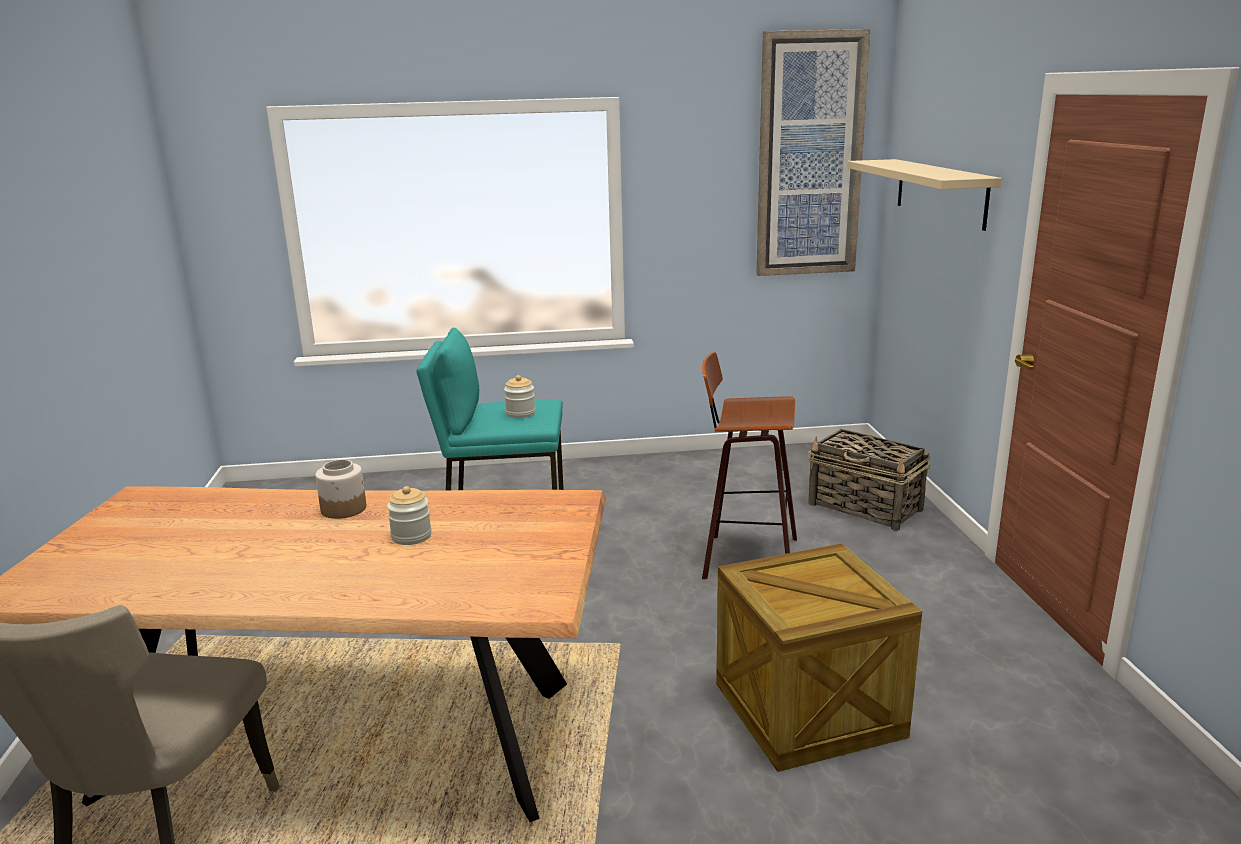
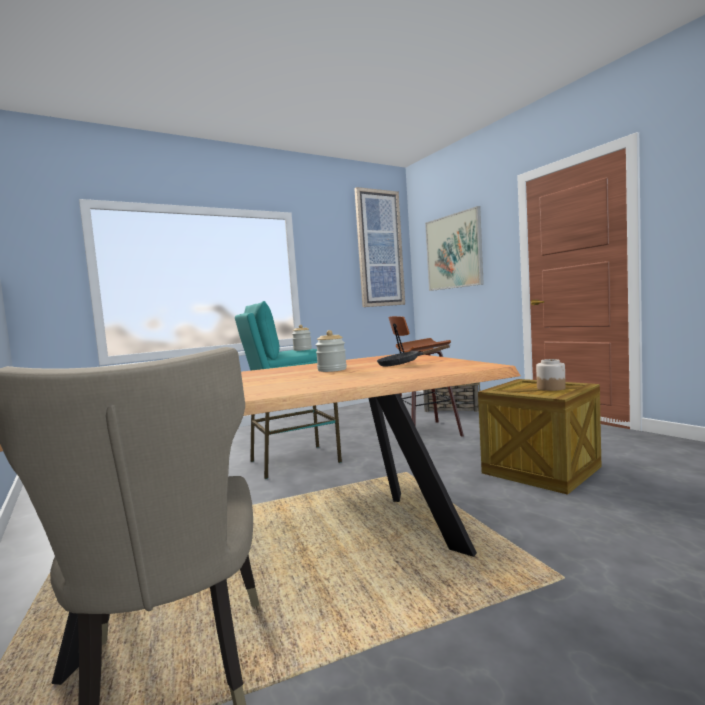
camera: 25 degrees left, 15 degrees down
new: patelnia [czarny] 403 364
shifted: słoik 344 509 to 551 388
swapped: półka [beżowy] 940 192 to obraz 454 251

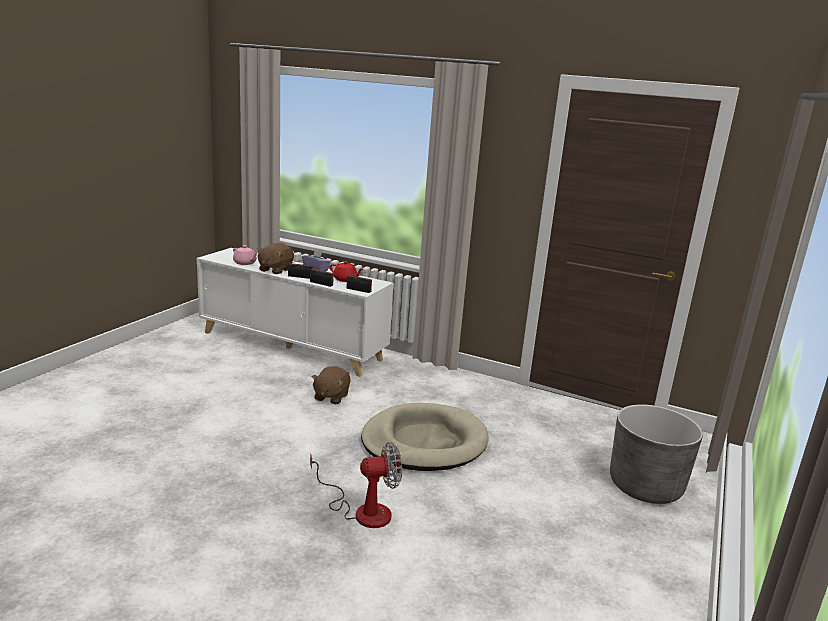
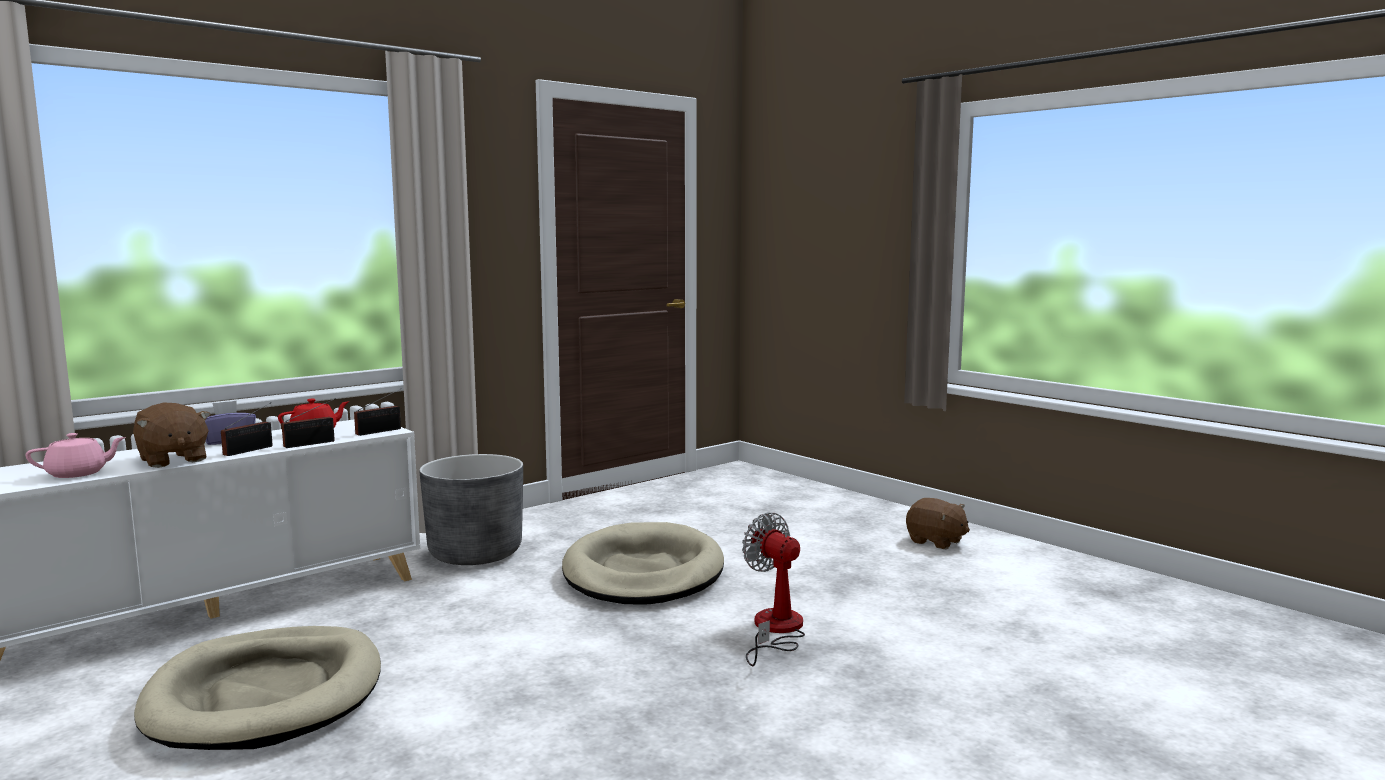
camera: 65 degrees left, 10 degrees down
new: legowisko [beżowy] 267 695
shifted: pluszak [brązowy] 331 397 to 936 542; donica [szary] 645 486 to 475 553
rotated: wentylator 362 510 = 775 630 45 degrees counterclockwise

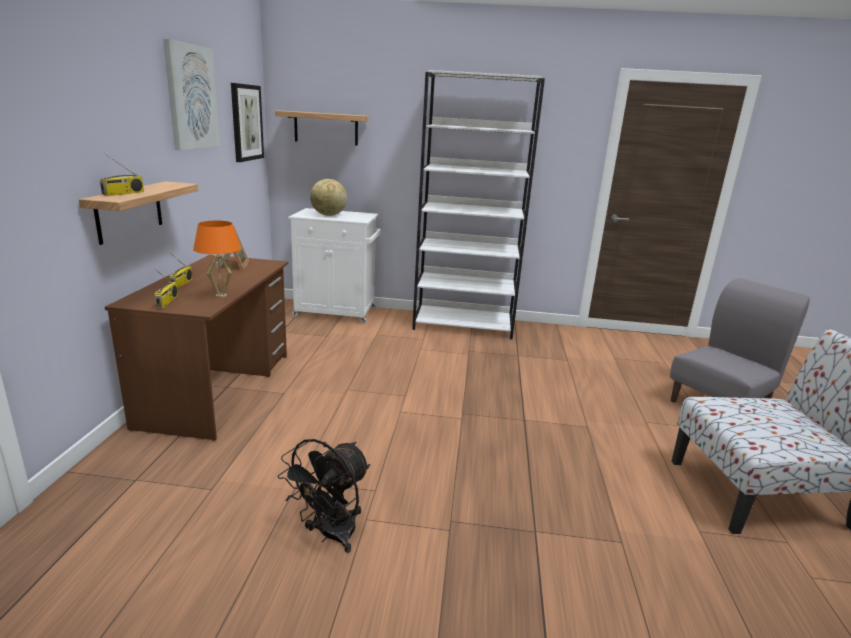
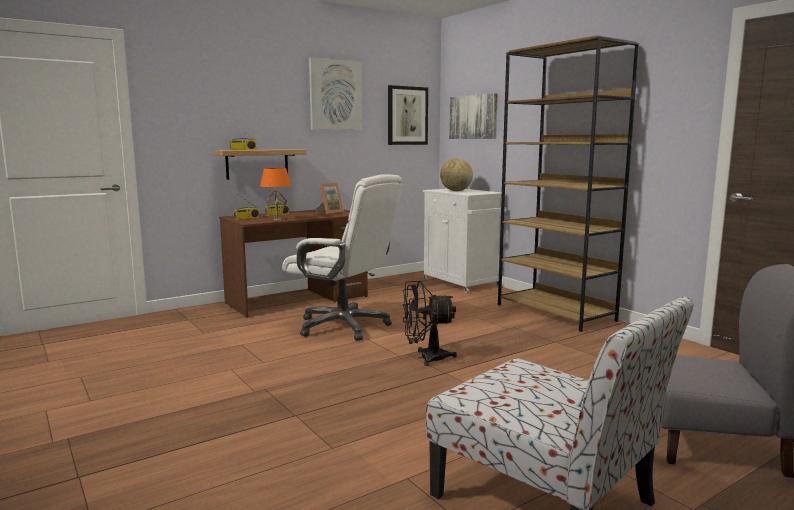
camera: 50 degrees right, 10 degrees down
new: krzesło biurowe [biały] 344 326
shifted: wentylator [czarny] 330 535 to 426 358
swapped: półka 326 128 to obraz 473 117
repainted: regał [biały] 464 325 to regał [brązowy] 556 313

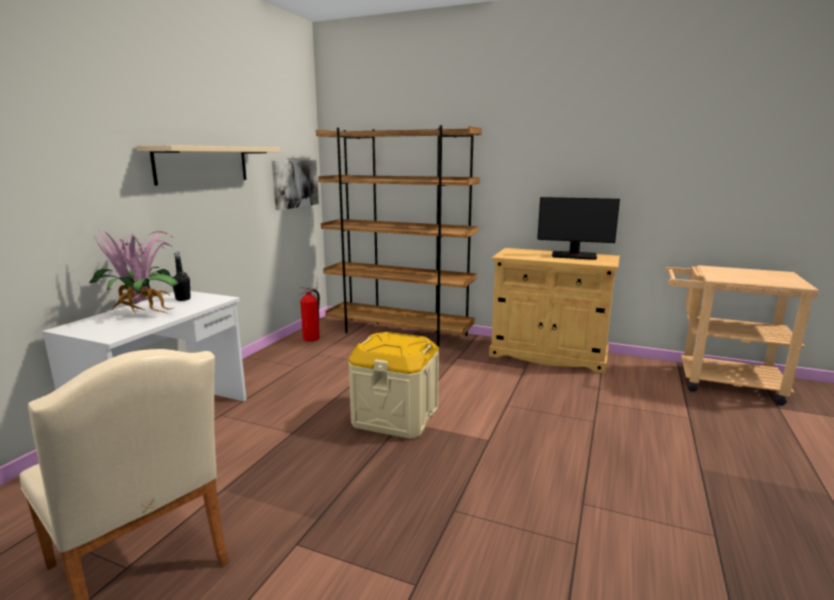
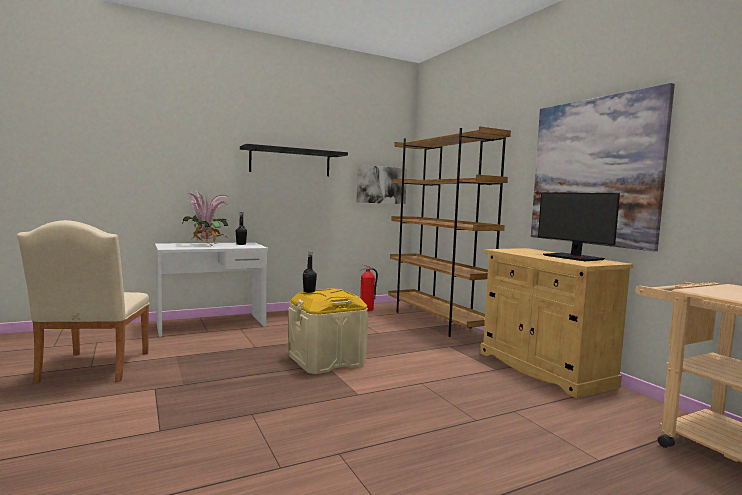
camera: 40 degrees right, 10 degrees down
new: butelka [czarny] 309 291; obraz 593 171
repainted: półka [beżowy] 202 164 to półka [czarny] 290 162

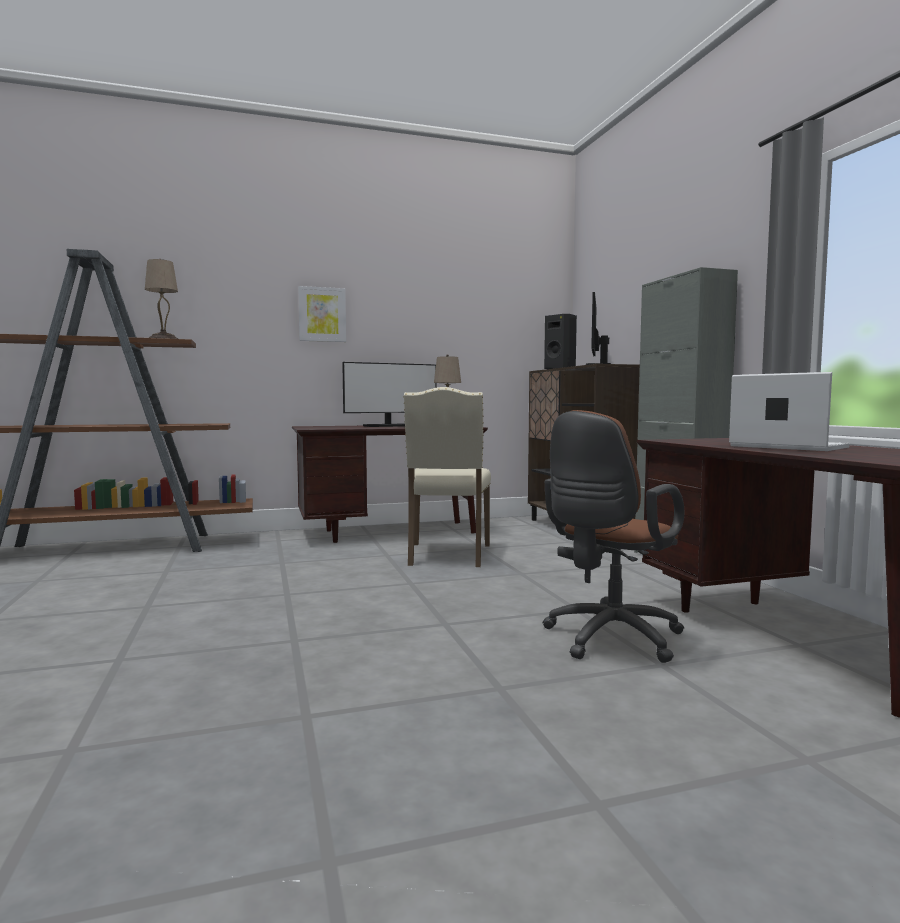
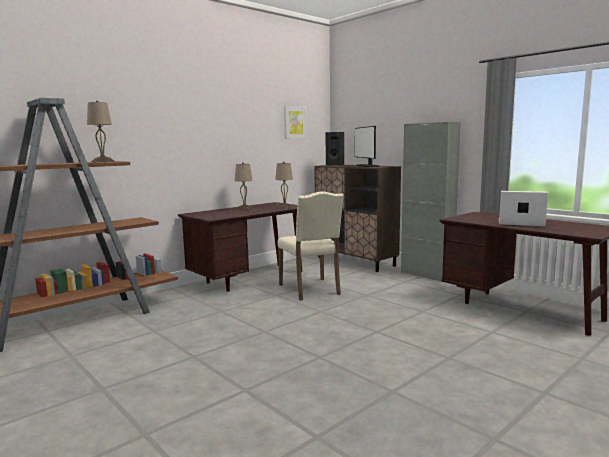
camera: 25 degrees left, 5 degrees up
gone: krzesło biurowe [brązowy] 608 639
shifted: obraz 322 314 to 294 122
swapped: monitor 389 426 to lampa stołowa [beżowy] 244 209

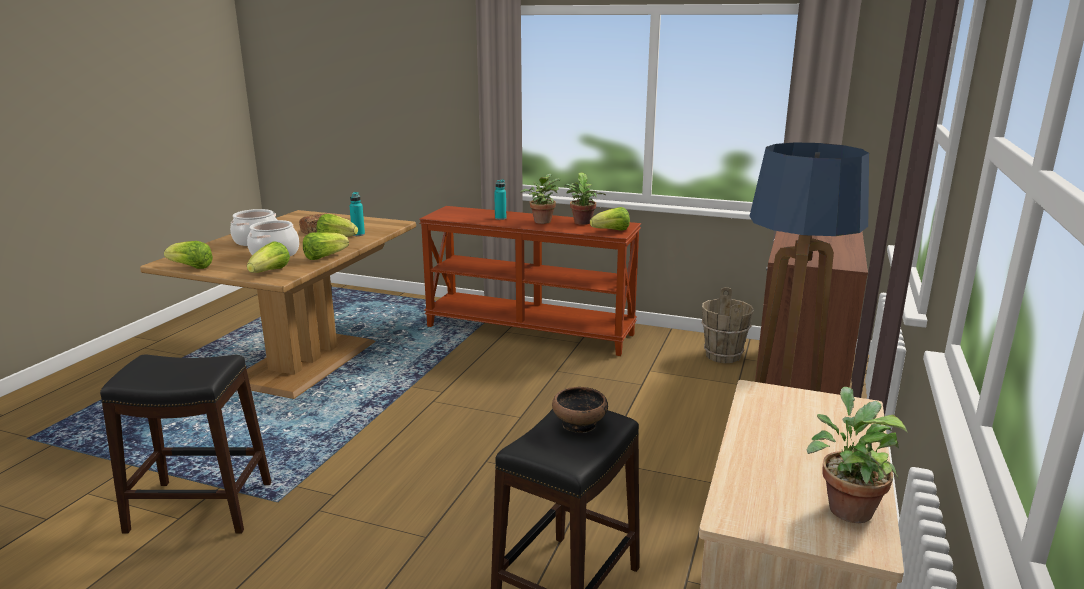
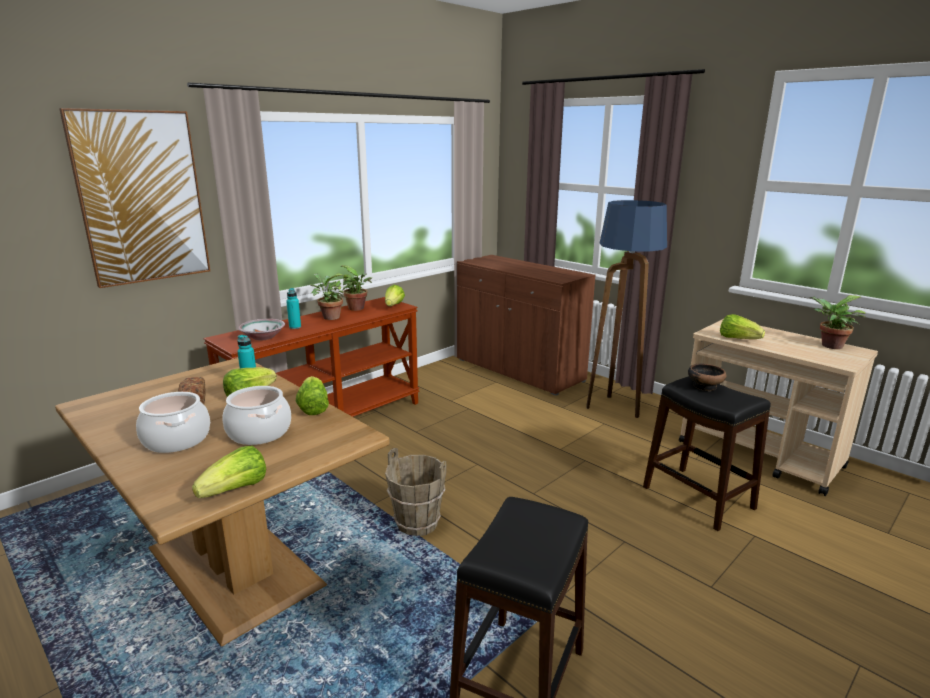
camera: 65 degrees left, 0 degrees up
new: obraz 141 198; miska 262 337
shifted: sałata 270 272 to 738 339; wiadro [brązowy] 722 356 to 417 524

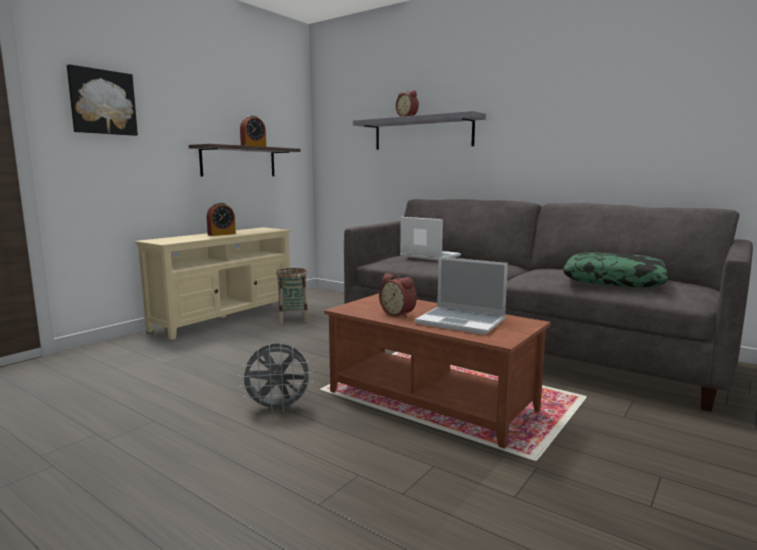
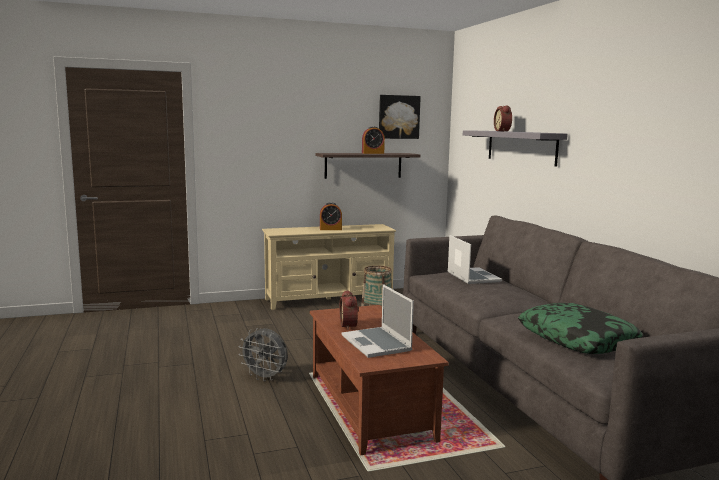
camera: 35 degrees right, 0 degrees up
shifted: obraz 102 102 to 398 117

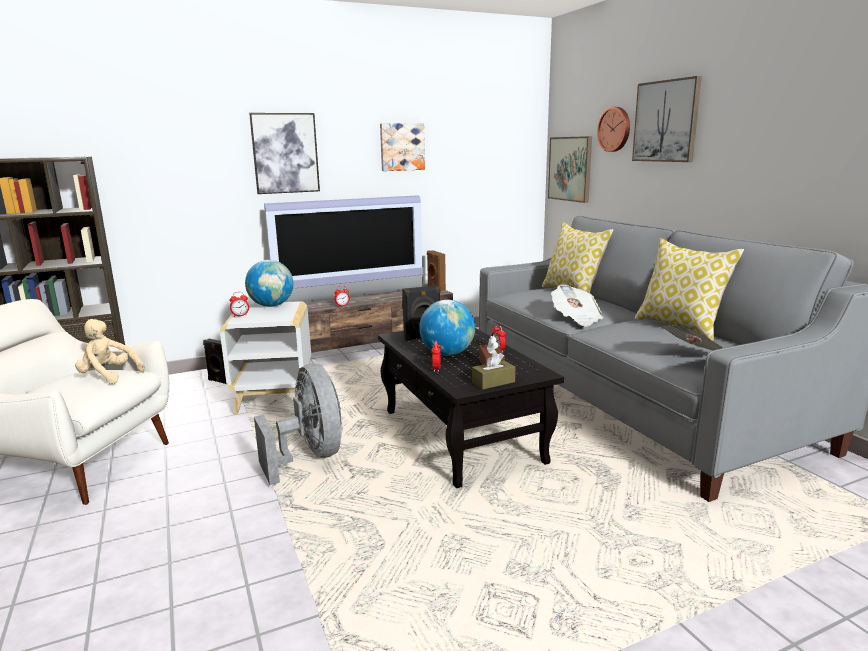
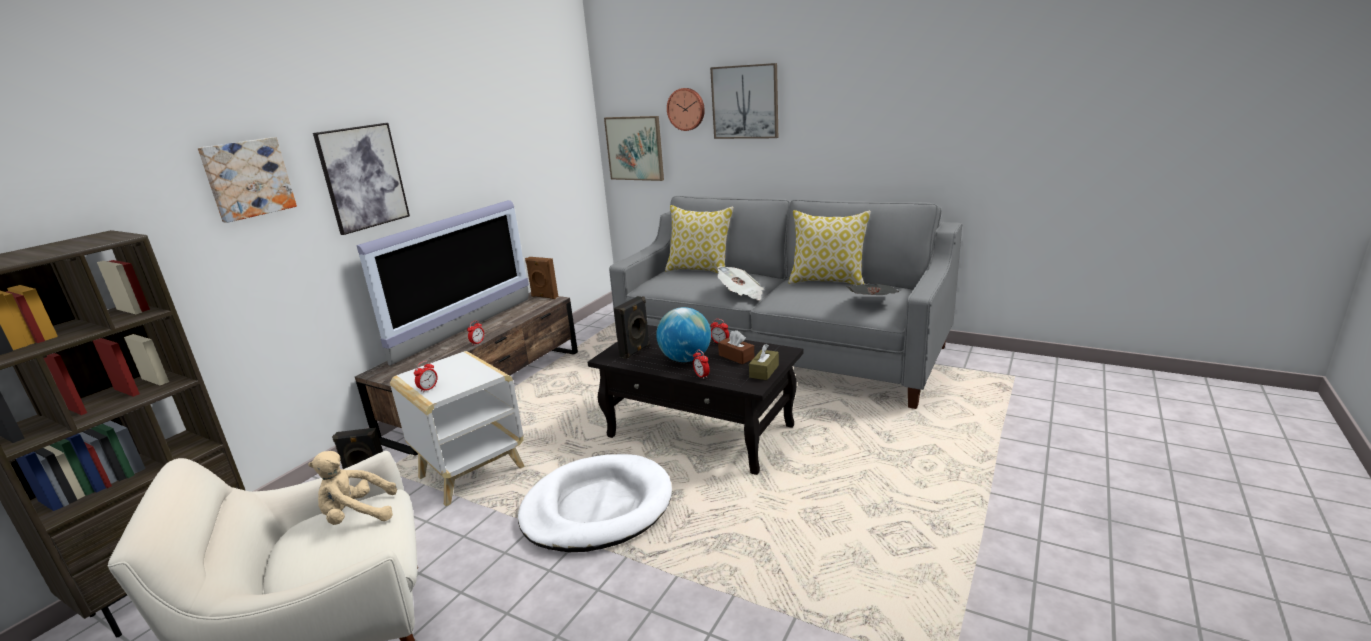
camera: 35 degrees left, 5 degrees up
gone: globus 271 306
shifted: obraz 401 147 to 247 178
swapped: wentylator [szary] 310 457 to legowisko [biały] 597 508

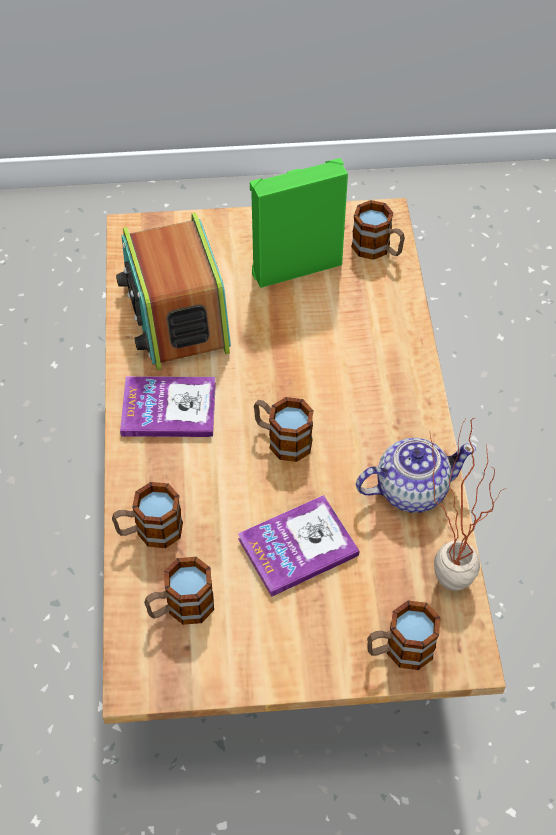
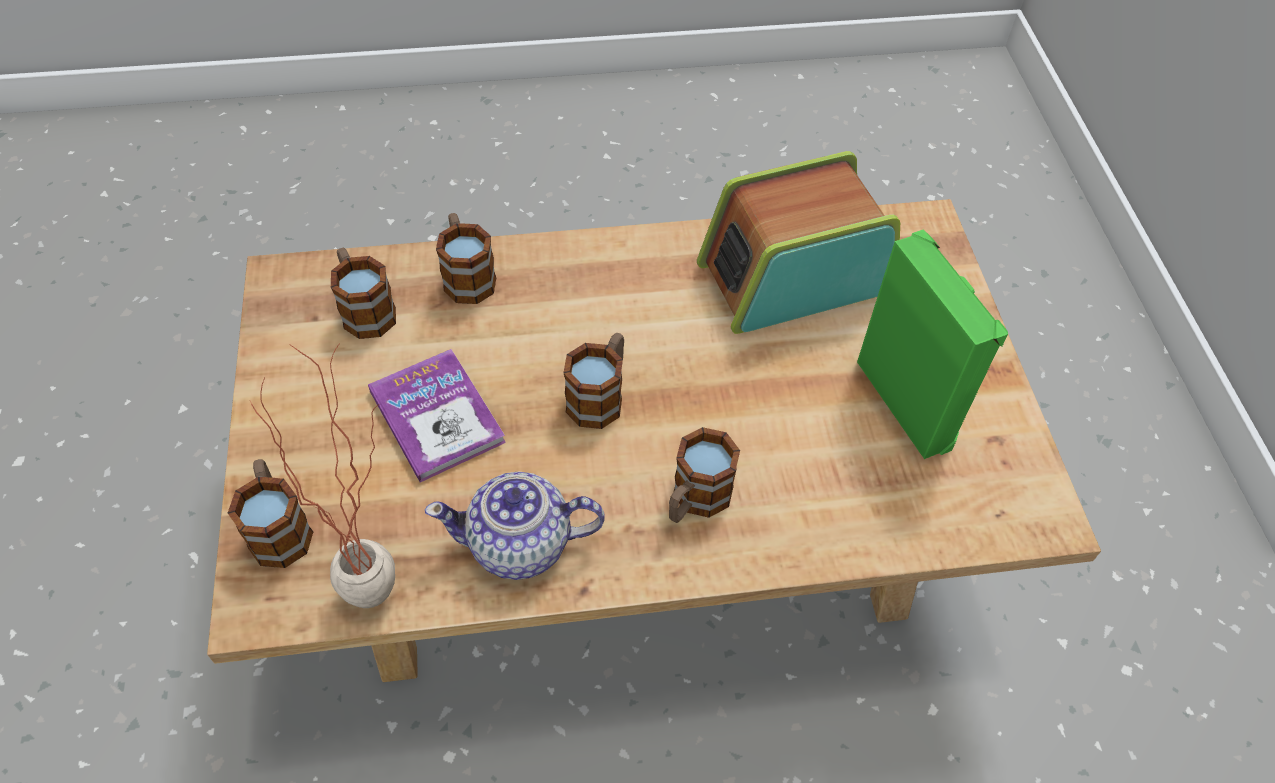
camera: 85 degrees right, 0 degrees up
gone: książka 169 409
shifted: kubek 377 249 to 695 500
rotated: imbryk 410 489 = 521 545 105 degrees clockwise

